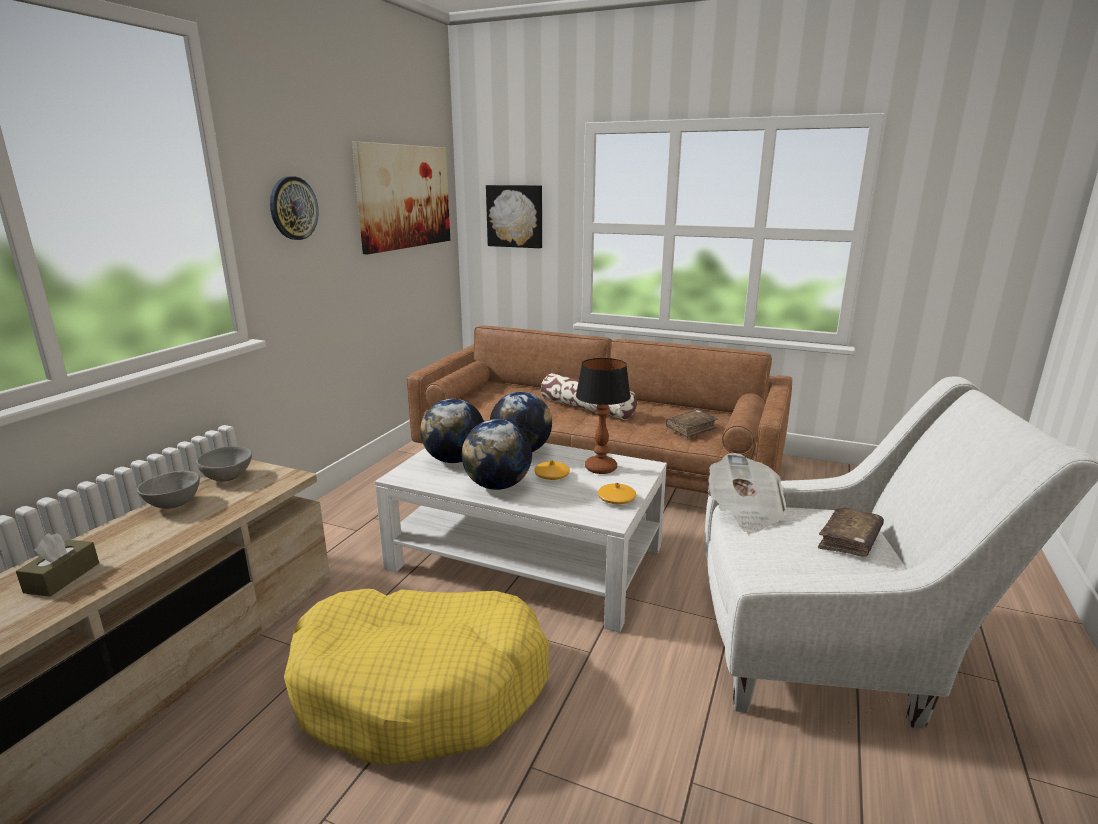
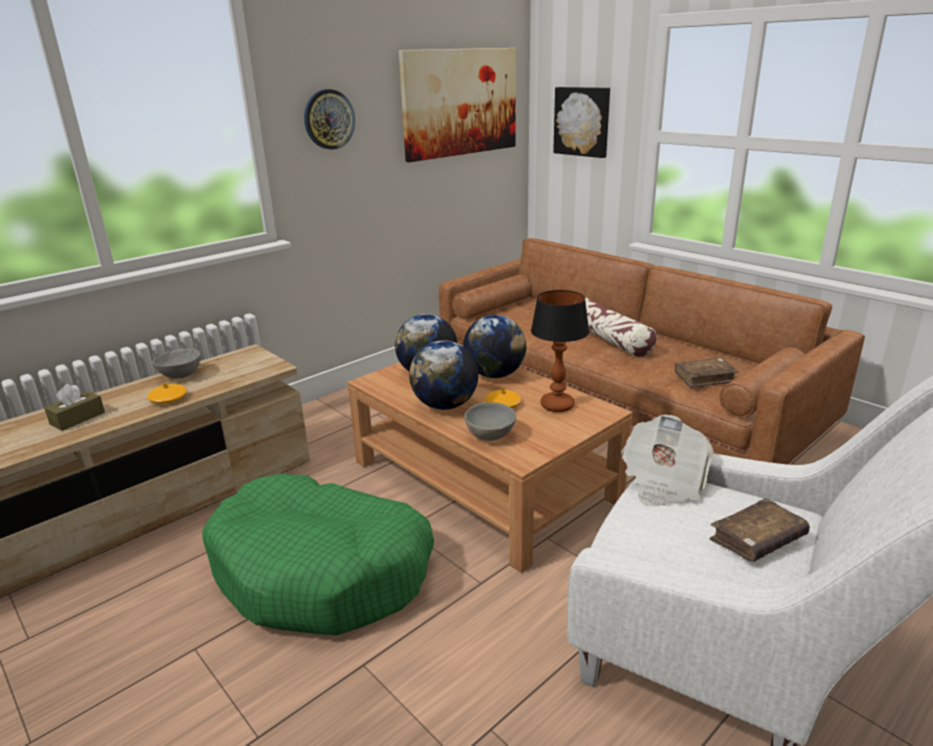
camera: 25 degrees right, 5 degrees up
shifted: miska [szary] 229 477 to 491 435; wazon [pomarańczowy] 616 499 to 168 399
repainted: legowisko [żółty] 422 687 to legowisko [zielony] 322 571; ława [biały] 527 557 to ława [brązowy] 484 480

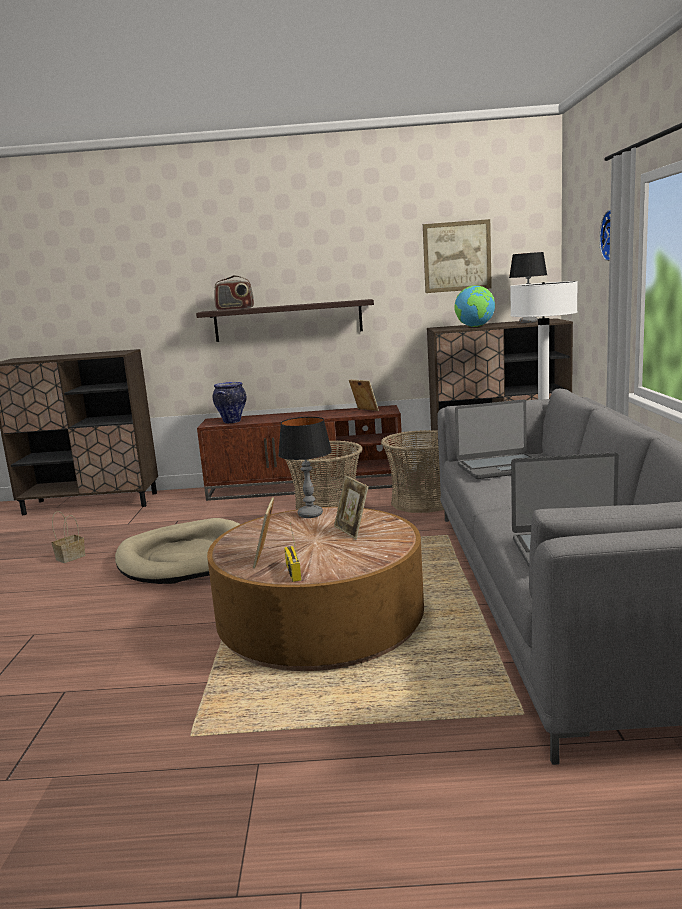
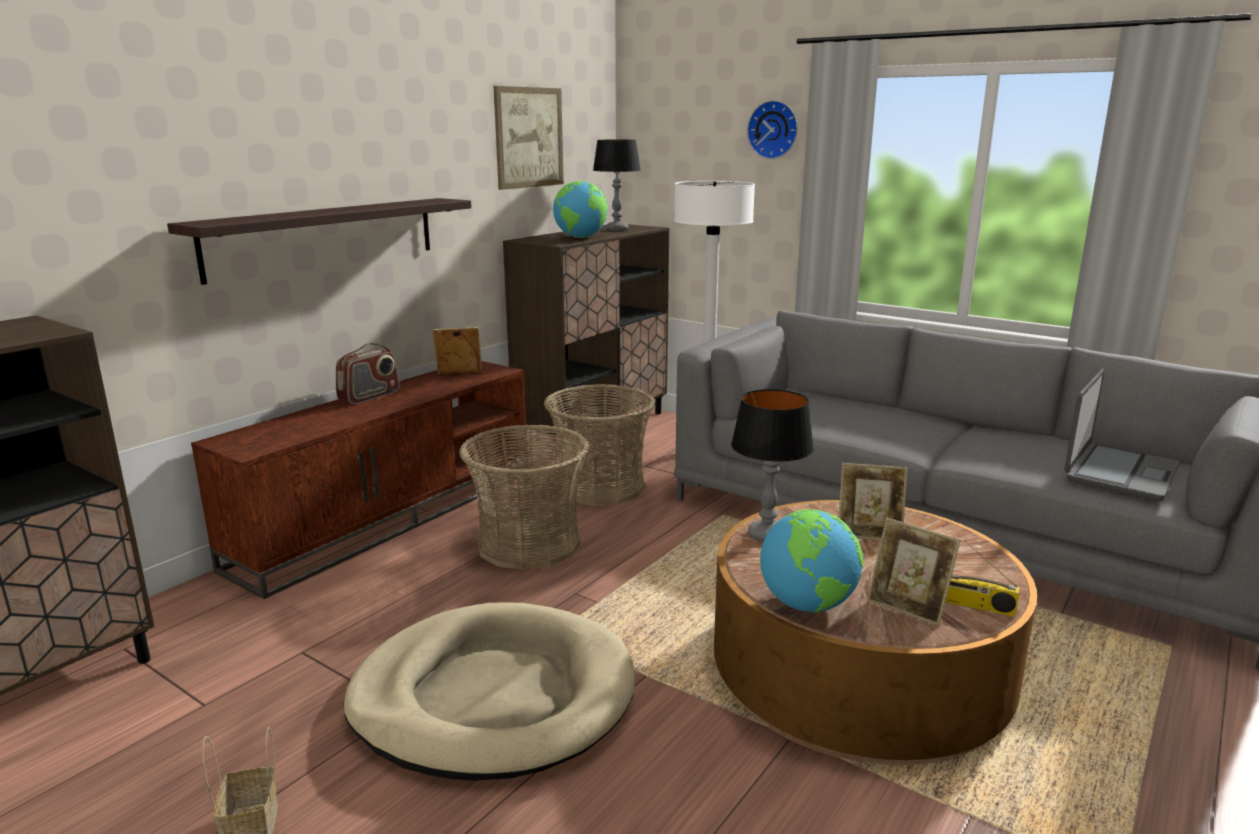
camera: 55 degrees left, 5 degrees up
gone: wazon 232 421; laptop 501 467
new: globus 807 605
shifted: radio 235 309 to 369 397

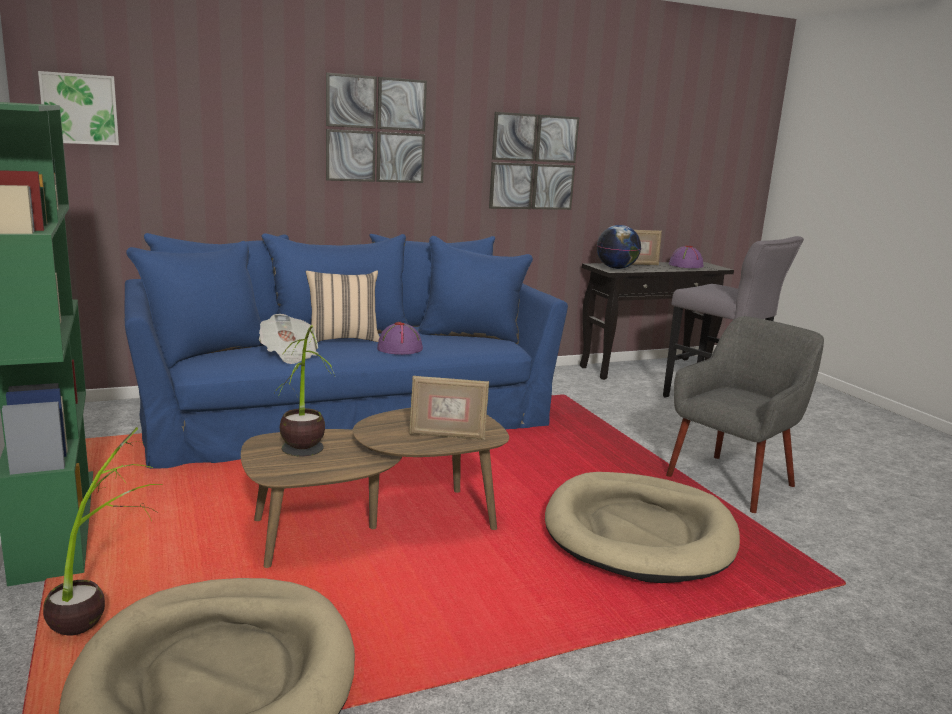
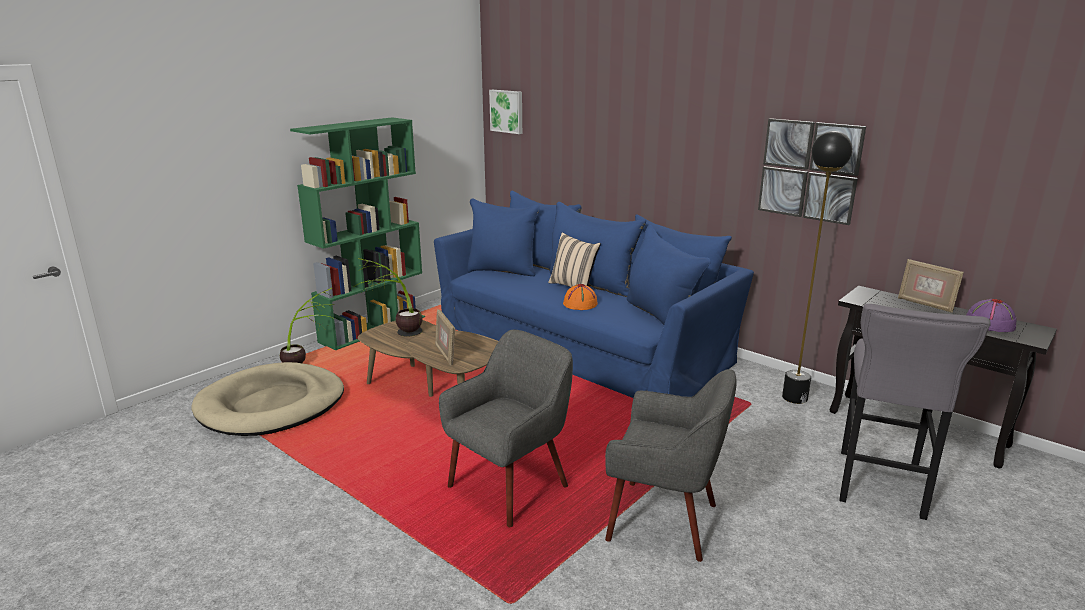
camera: 65 degrees right, 5 degrees up
gone: gazeta 289 355; obraz 375 130; globus 616 268
new: lampa stojąca [czarny] 794 398
swapped: legowisko [beżowy] 639 533 to fotel [szary] 510 487
repainted: kapelusz [fioletowy] 400 349 to kapelusz [pomarańczowy] 580 304

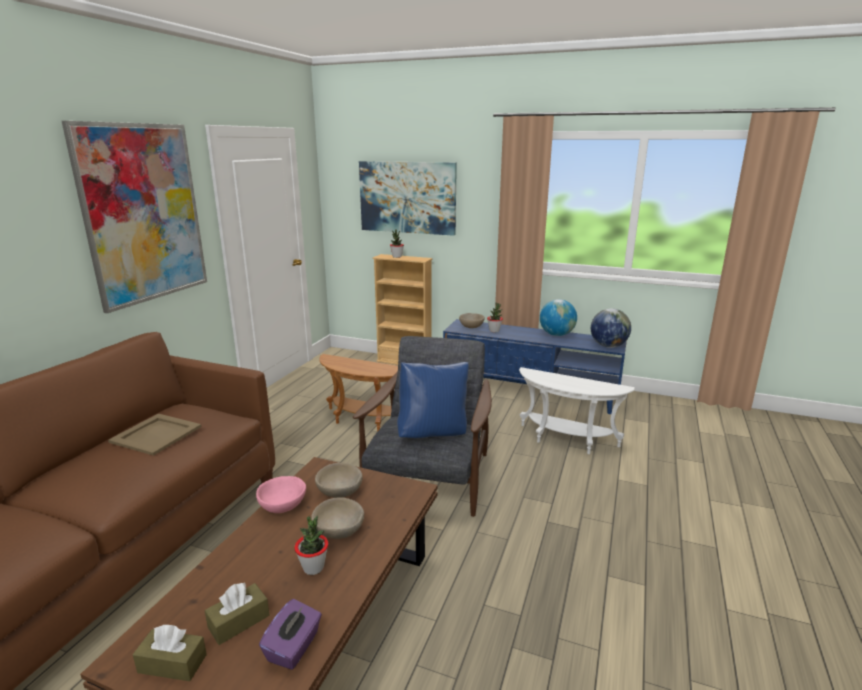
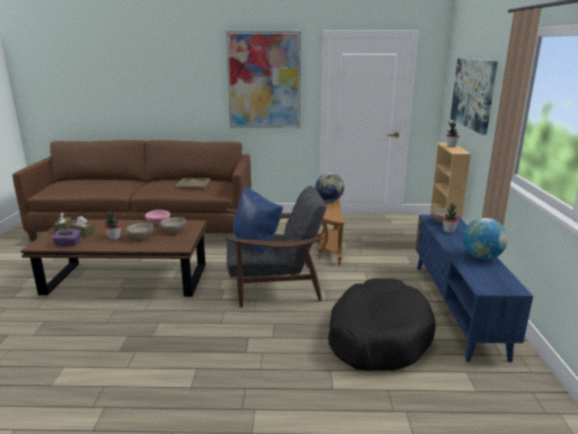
camera: 70 degrees right, 0 degrees up
shifted: globus 608 346 to 329 201
swapped: stolik [biały] 566 441 to legowisko [czarny] 378 336

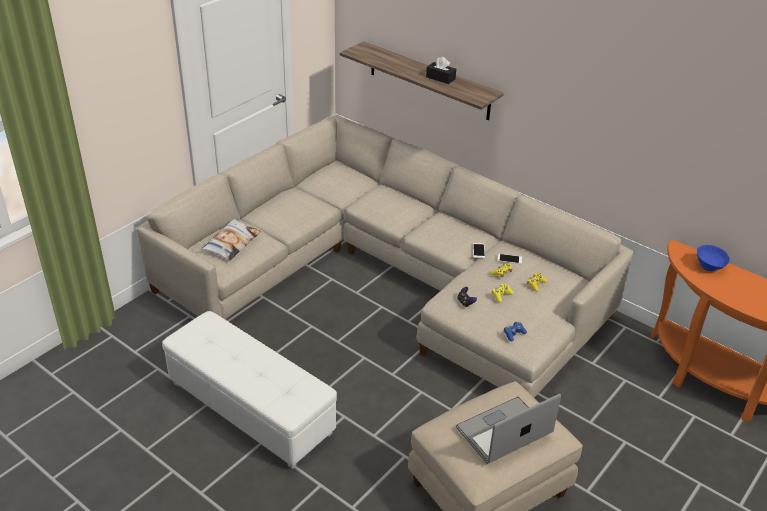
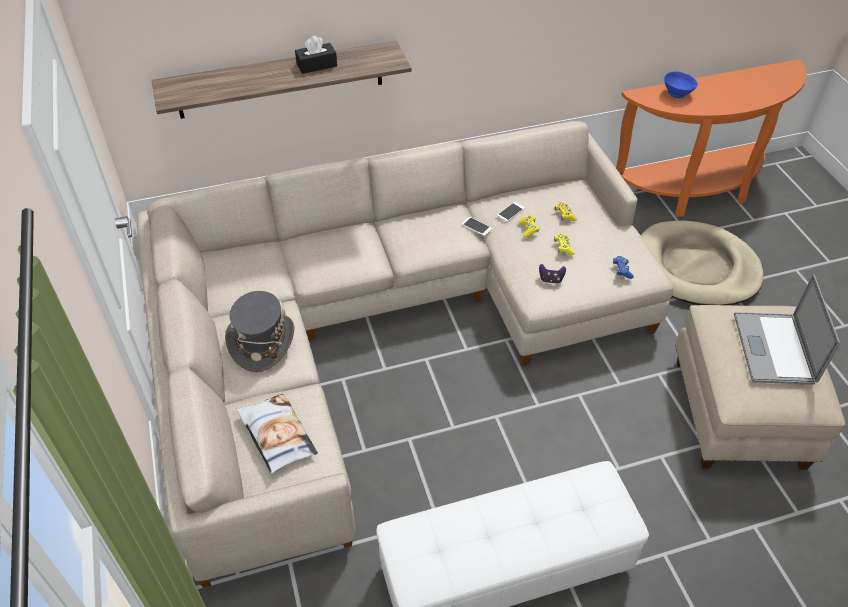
camera: 55 degrees left, 10 degrees up
new: kapelusz [szary] 261 341; legowisko [beżowy] 696 268

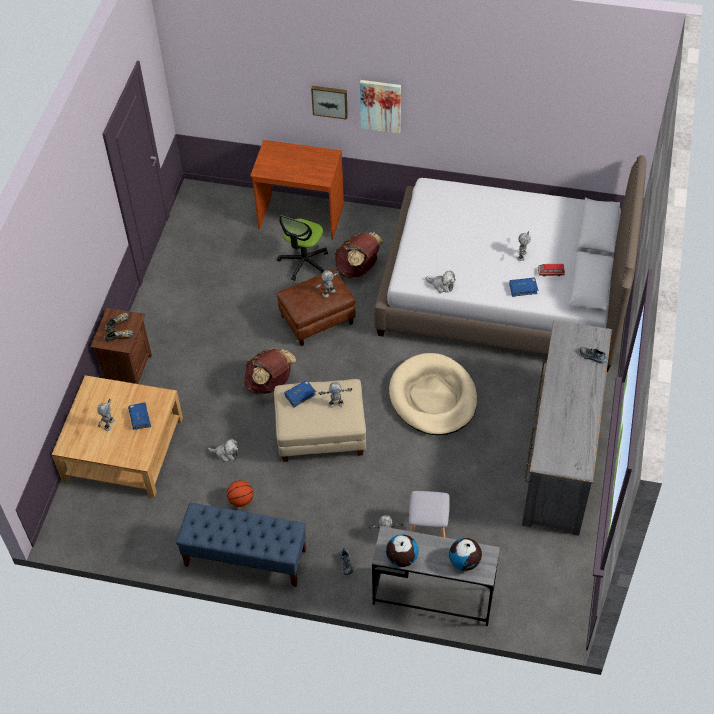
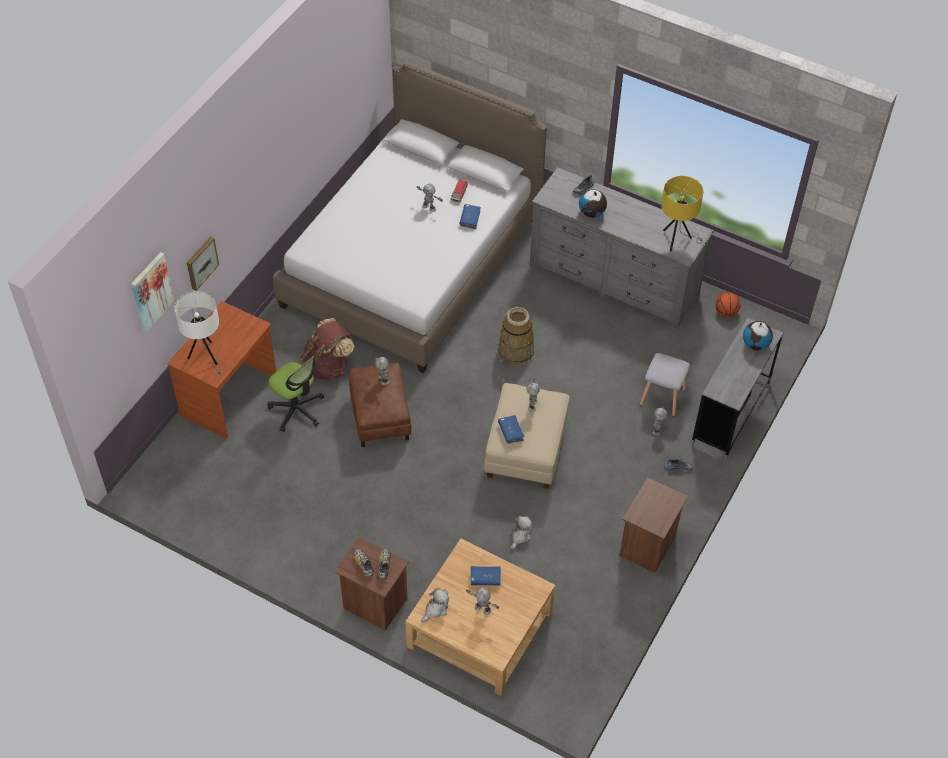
camera: 75 degrees left, 0 degrees up
gone: plecak [brązowy] 270 384
new: lampa stołowa [biały] 206 357; lampa stołowa [żółty] 676 240
shifted: piłka do koszykówki 241 500 to 726 312; obraz 380 105 to 151 291; globus 401 558 to 591 213; pluszak 442 285 to 436 609
swapped: ławka [niebieski] 245 558 to szafka nocna [brązowy] 648 546; legowisko [beżowy] 433 397 to koszyk 516 351

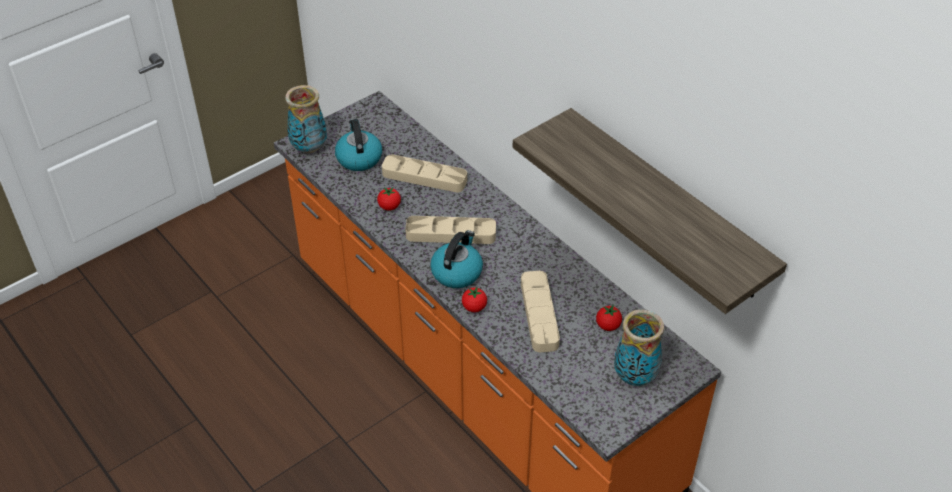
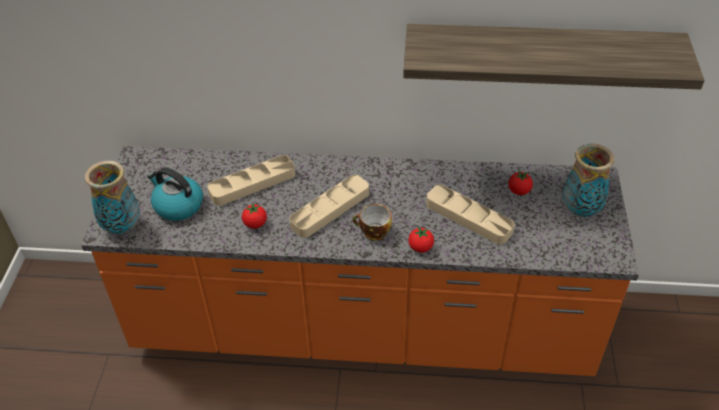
camera: 45 degrees left, 0 degrees up
swapped: czajnik 457 272 to filiżanka 373 233

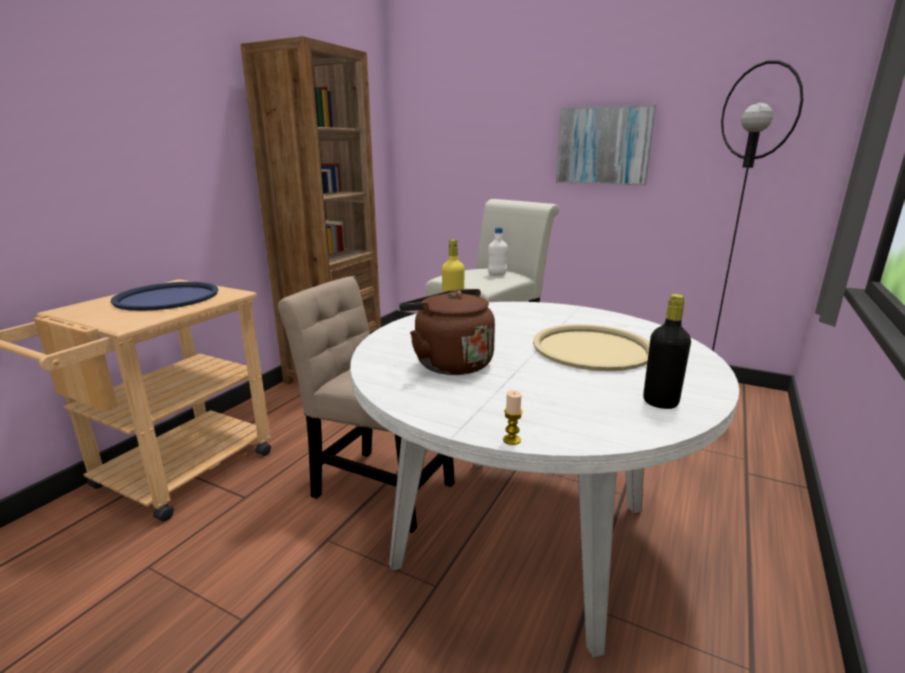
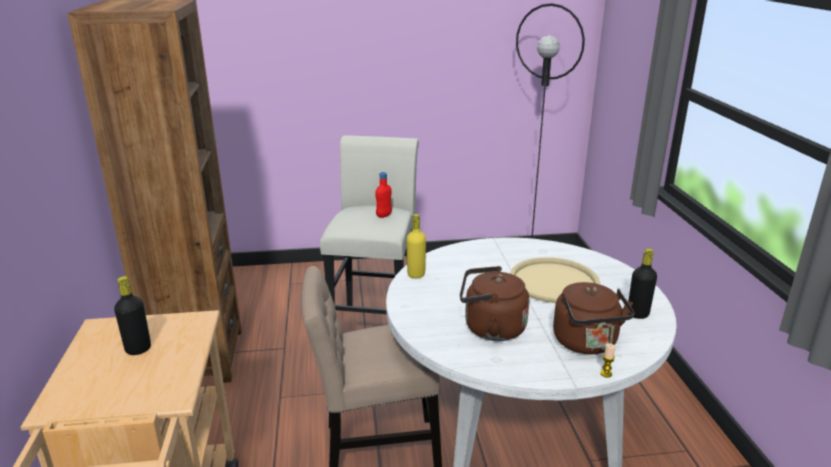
camera: 35 degrees left, 5 degrees up
gone: obraz 603 146
new: czajnik [brązowy] 587 343
swapped: taca [niebieski] 167 297 to butelka [czarny] 138 349
repainted: butelka [biały] 497 275 to butelka [czerwony] 384 215

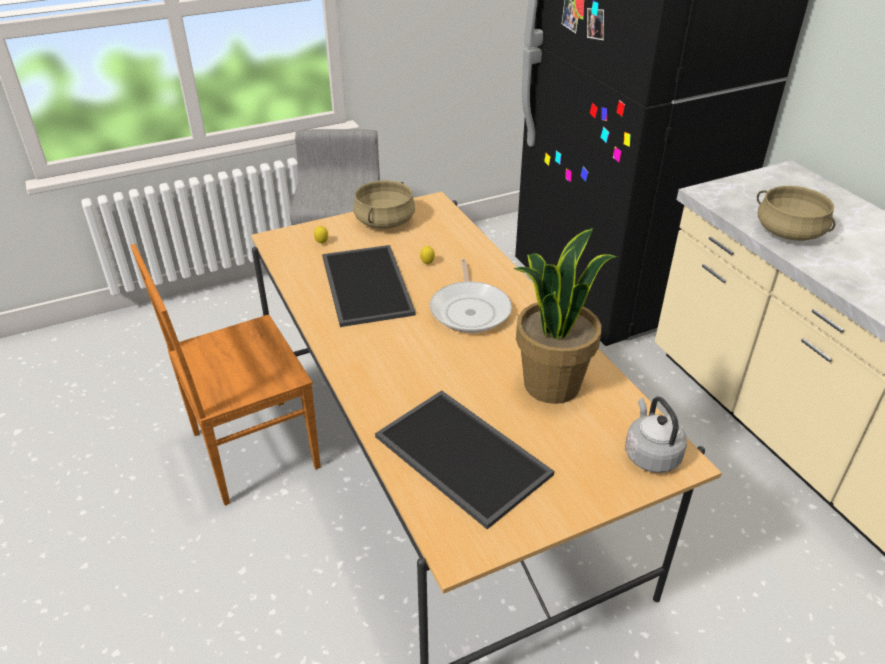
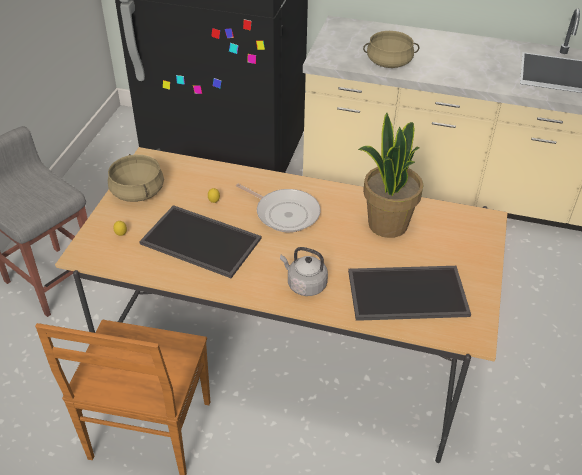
camera: 50 degrees left, 5 degrees up
shifted: czajnik [szary] 650 454 to 304 284

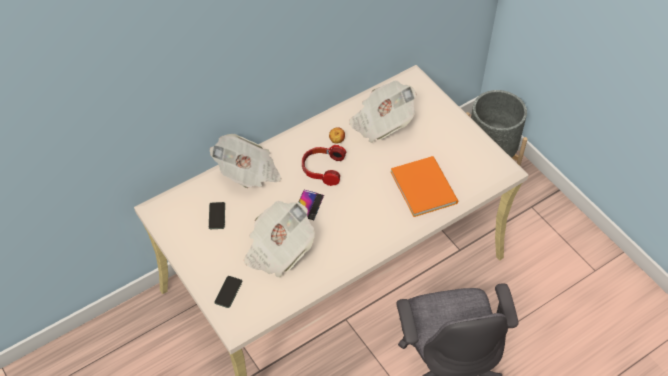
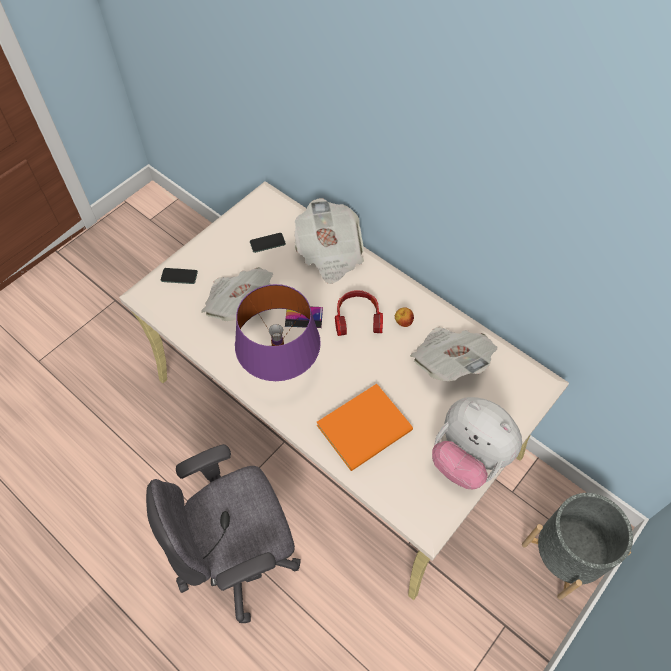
camera: 75 degrees right, 5 degrees up
new: lampa stołowa [fioletowy] 281 371; pluszak 468 457

